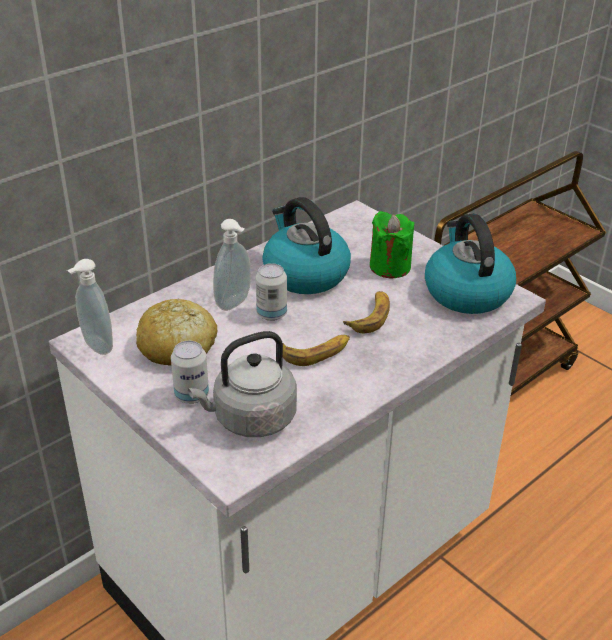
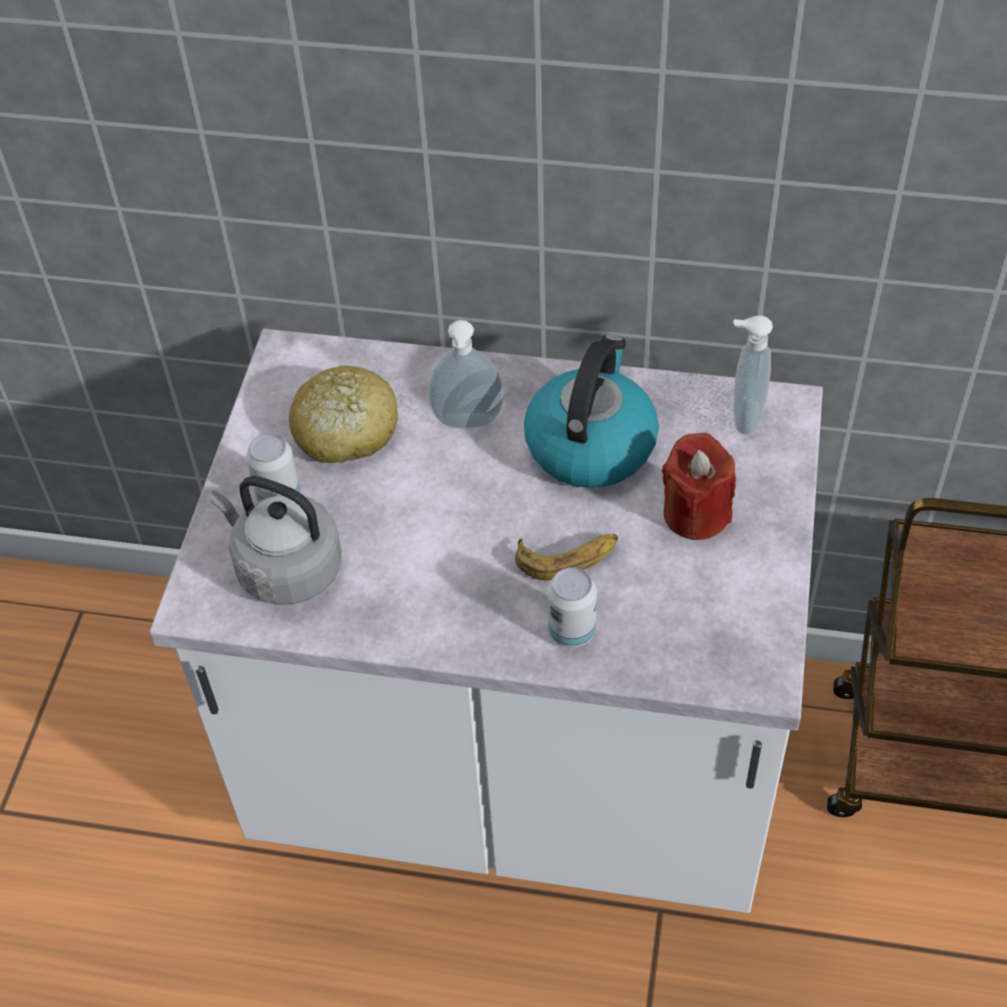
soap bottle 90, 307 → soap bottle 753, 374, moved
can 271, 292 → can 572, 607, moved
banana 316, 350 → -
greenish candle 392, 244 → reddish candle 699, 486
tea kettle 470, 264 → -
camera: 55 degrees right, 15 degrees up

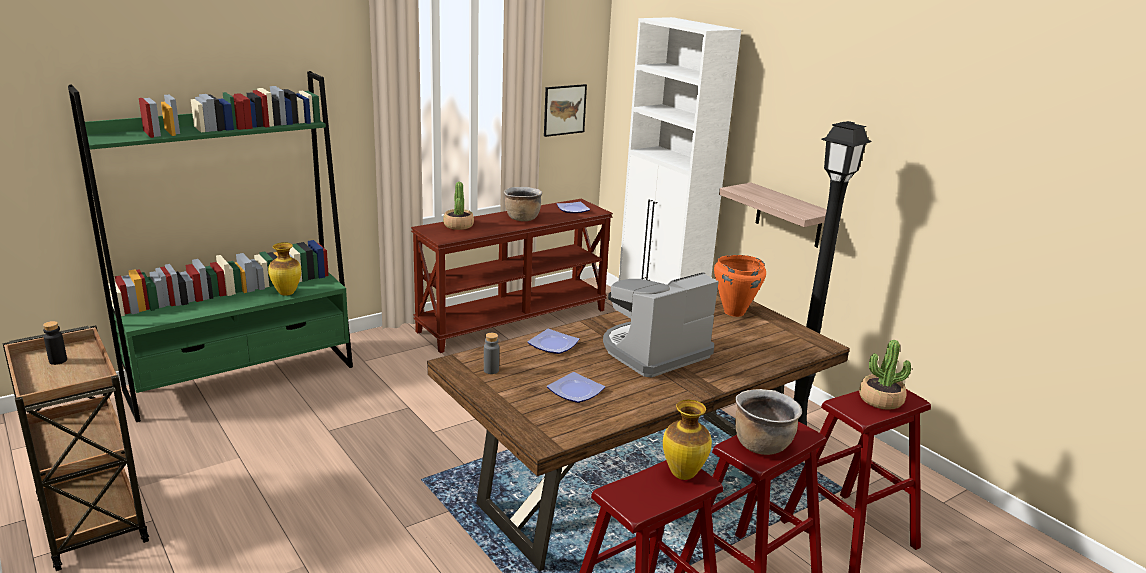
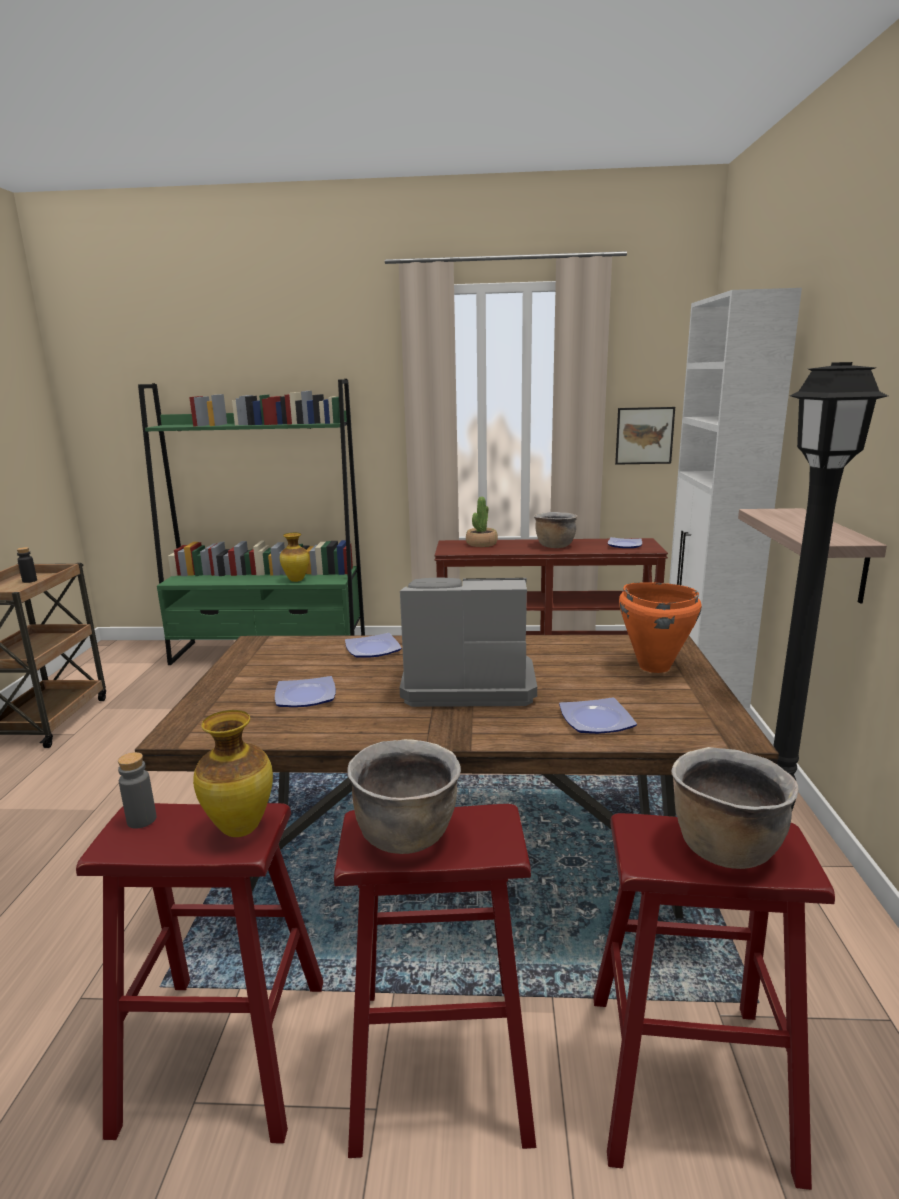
grey drink bottle 491, 353 → grey drink bottle 137, 790, moved
plant in a pot 885, 375 → brownish saucepot 735, 808
- → dinner plate 598, 715
camera: 40 degrees right, 5 degrees down

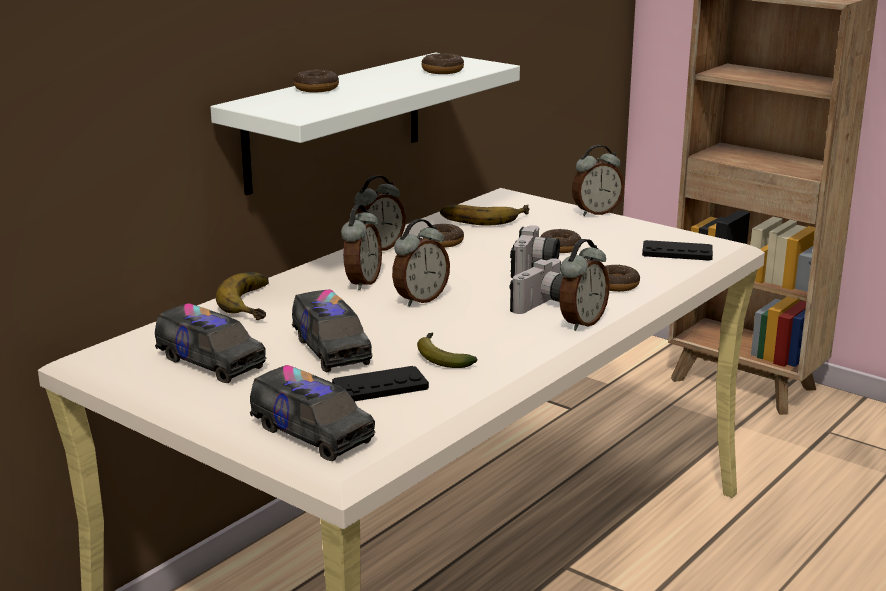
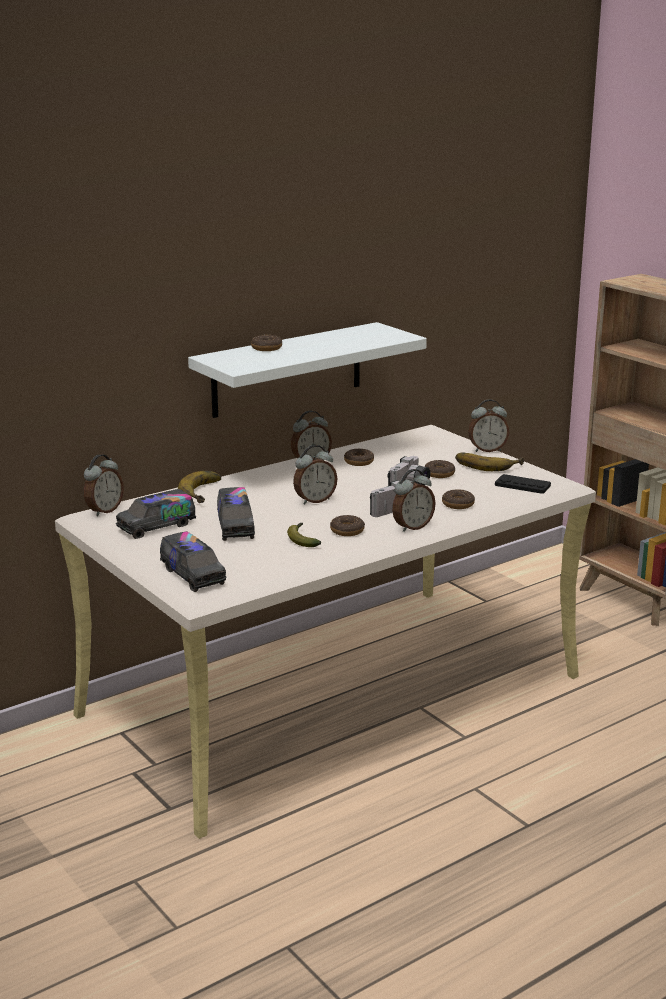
toy lorry 210, 343 → toy lorry 156, 514, 90 degrees clockwise
black-coloured gamepad 380, 384 → -
table clock 361, 247 → table clock 104, 485, moved
ring doughnut 443, 63 → ring doughnut 347, 525, moved
banana 485, 215 → banana 490, 462, moved
camera: 15 degrees right, 0 degrees up

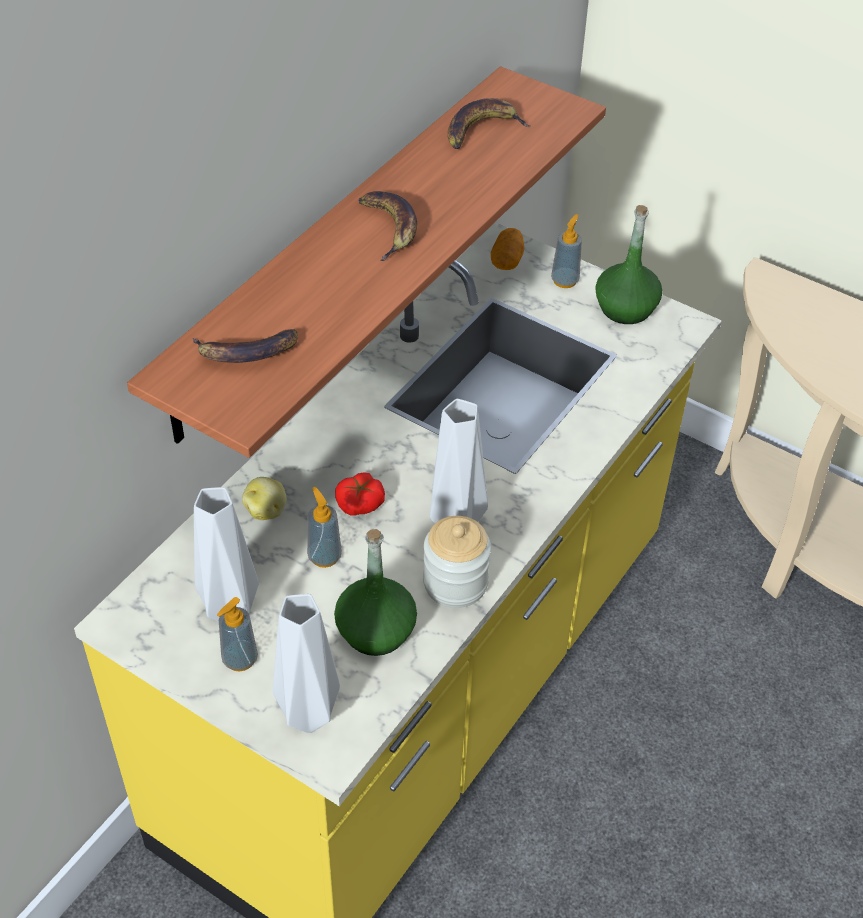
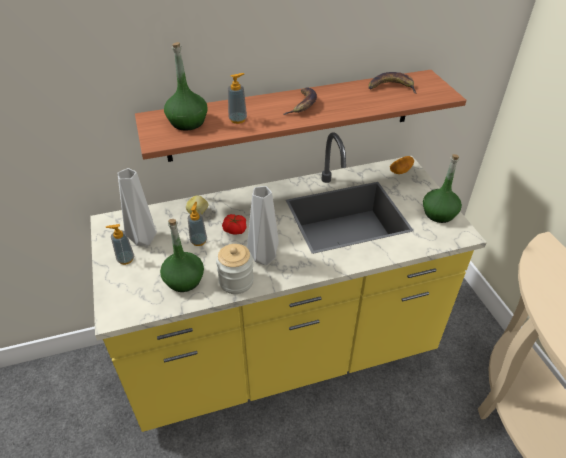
banana 245, 346 → greenish drink bottle 185, 86
grey vase 306, 663 → -
soap bottle 566, 251 → soap bottle 237, 98, moved
camera: 40 degrees right, 5 degrees down

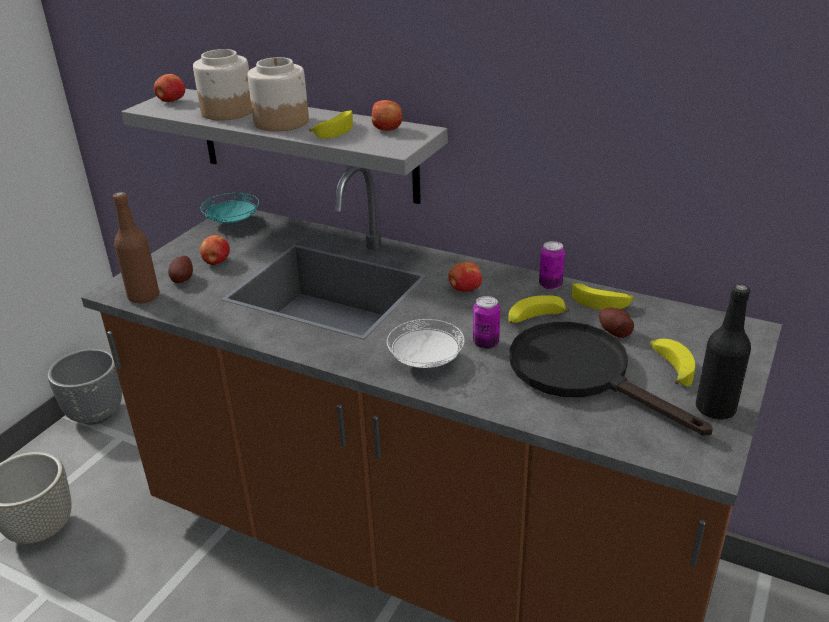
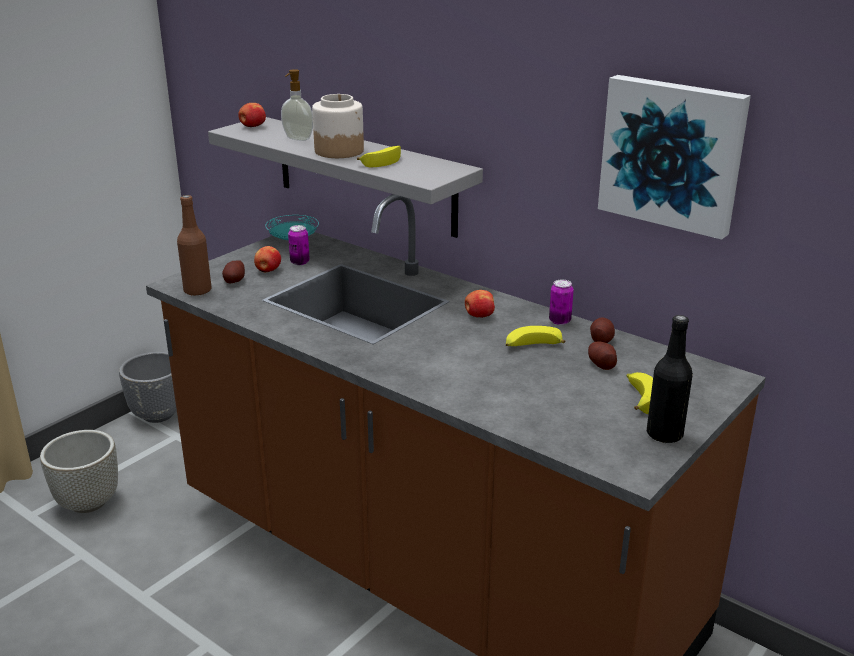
preserve jar 222, 84 → soap bottle 297, 105
apple 387, 115 → -
white-coloured dinner plate 425, 343 → -
can 486, 322 → can 299, 245, moved
black-coloured pan 611, 378 → -
banana 603, 296 → spud 602, 330
- → picture 674, 157
camera: 10 degrees right, 5 degrees down

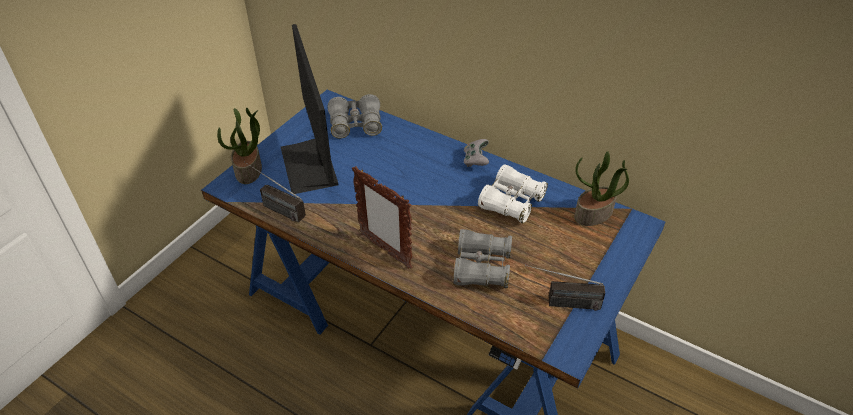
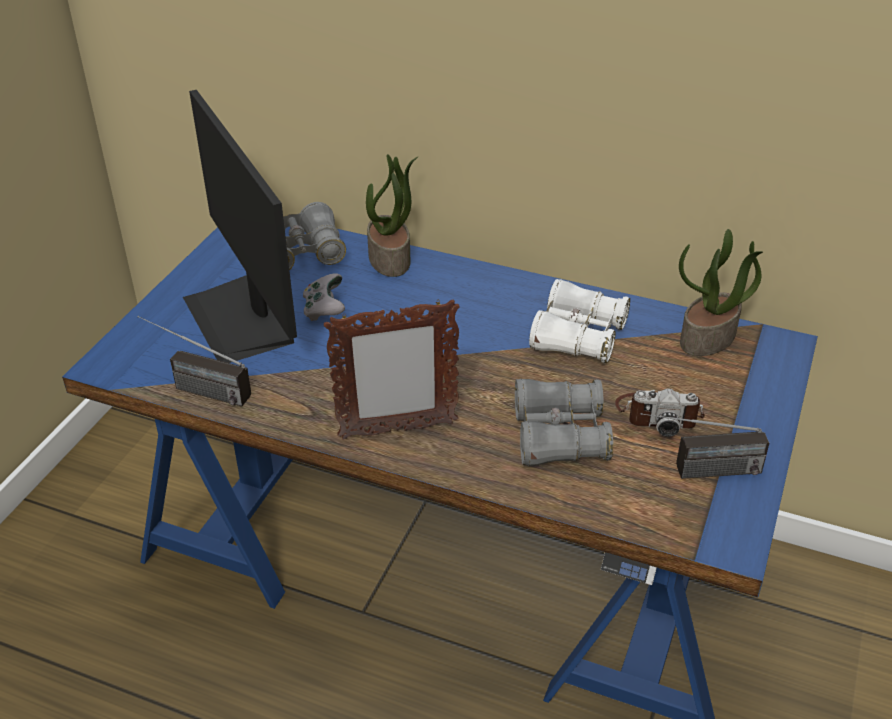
plant in a pot 239, 146 → plant in a pot 392, 215, moved
standing frame 382, 217 → standing frame 392, 370, 45 degrees counterclockwise
grey gamepad 476, 153 → grey gamepad 324, 297, moved
- → photo camera 660, 412
camera: 10 degrees left, 5 degrees down

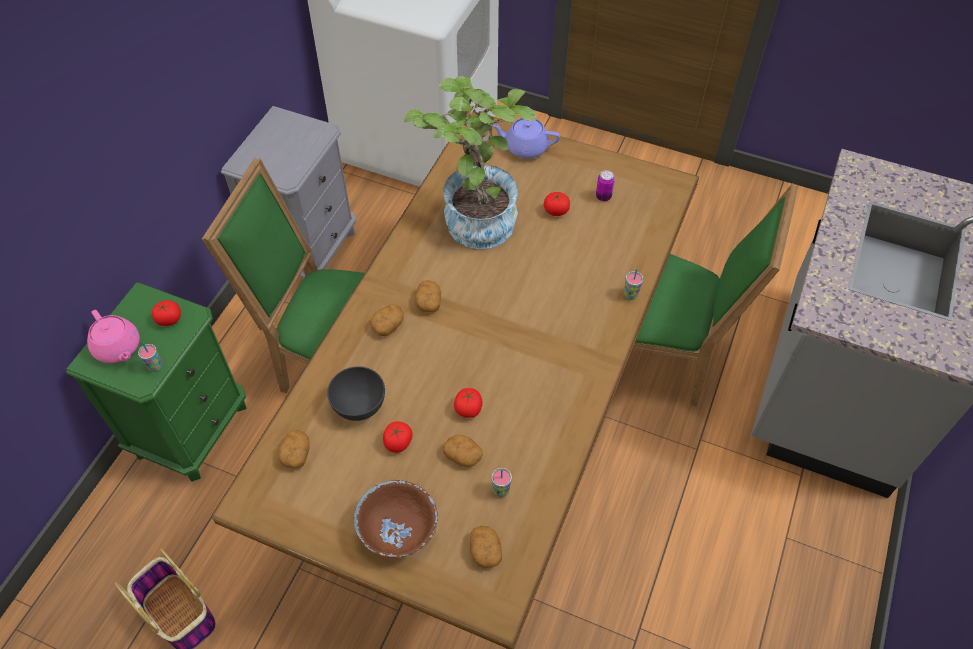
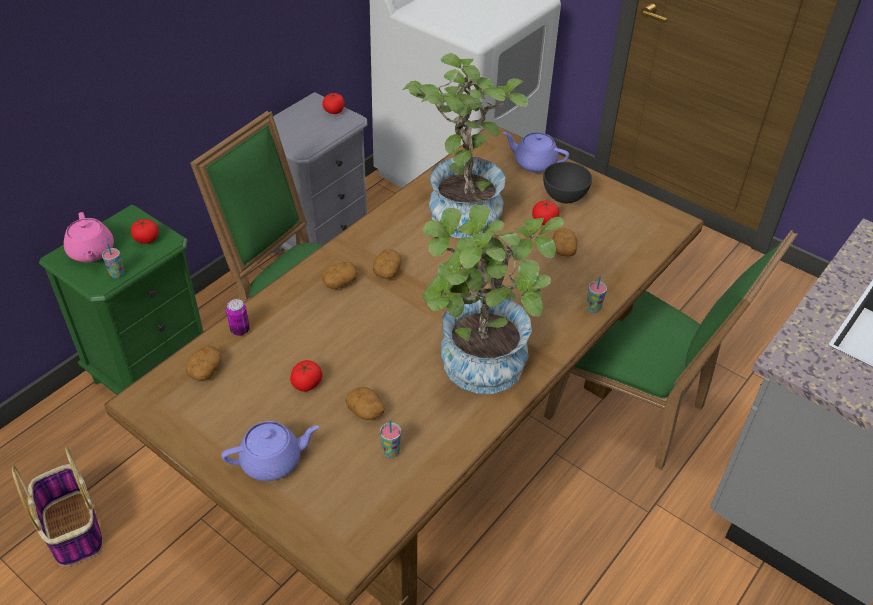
grey serving bowl 356, 393 → grey serving bowl 567, 182, moved
brownish serving bowl 396, 518 → purple-coloured pot for tea 270, 451
whole tomato 468, 403 → whole tomato 333, 103, moved
spud 486, 547 → spud 564, 242, moved
can 605, 185 → can 238, 317, moved
- → plant in a pot 493, 299
camera: 15 degrees right, 10 degrees down

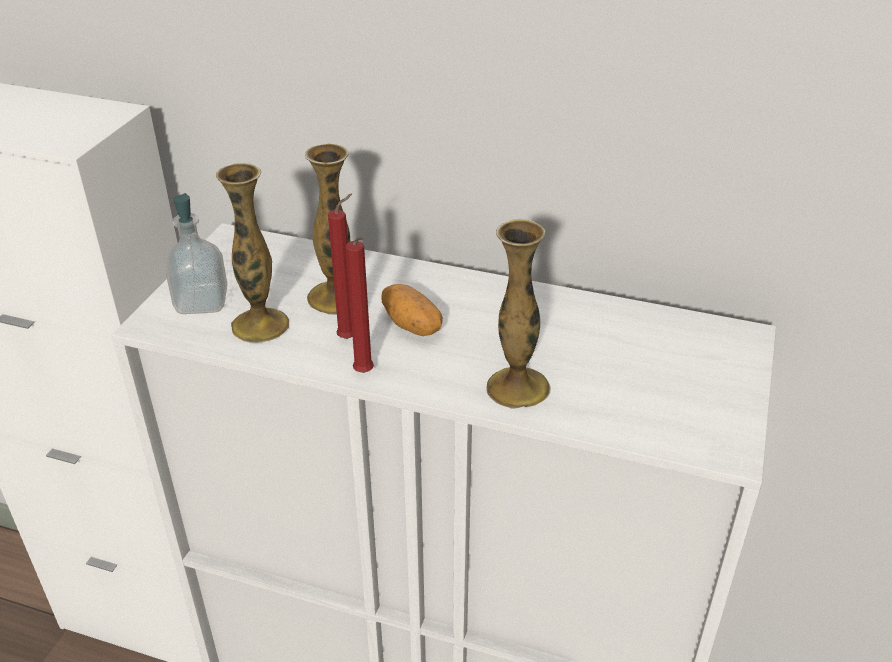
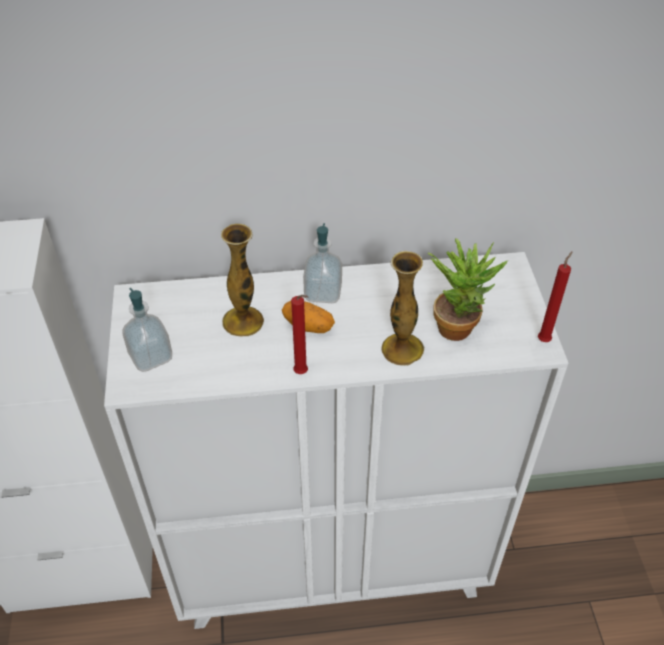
vase 252, 253 → -
reddish candle 340, 266 → reddish candle 555, 296, moved
- → soap bottle 322, 263
- → plant in a pot 468, 289
camera: 25 degrees left, 10 degrees up

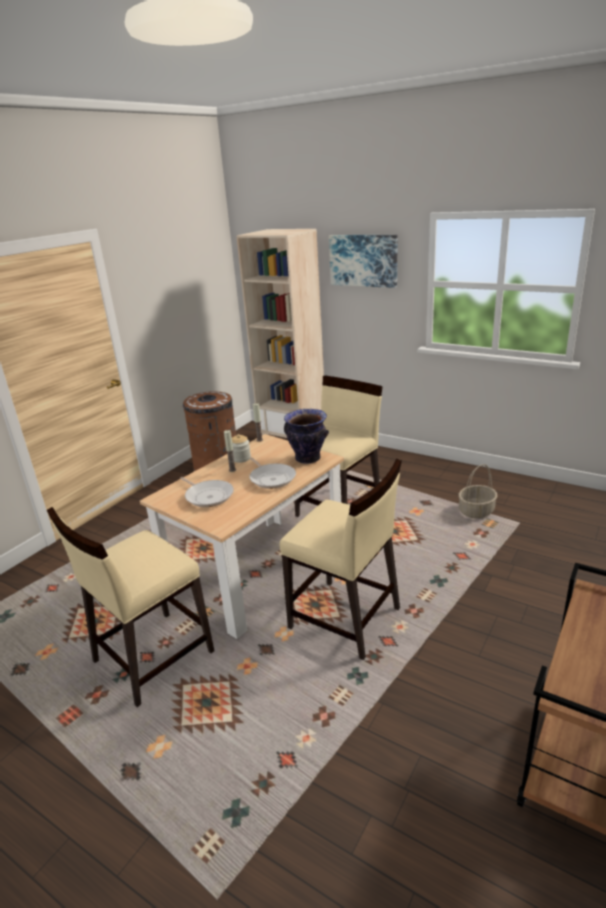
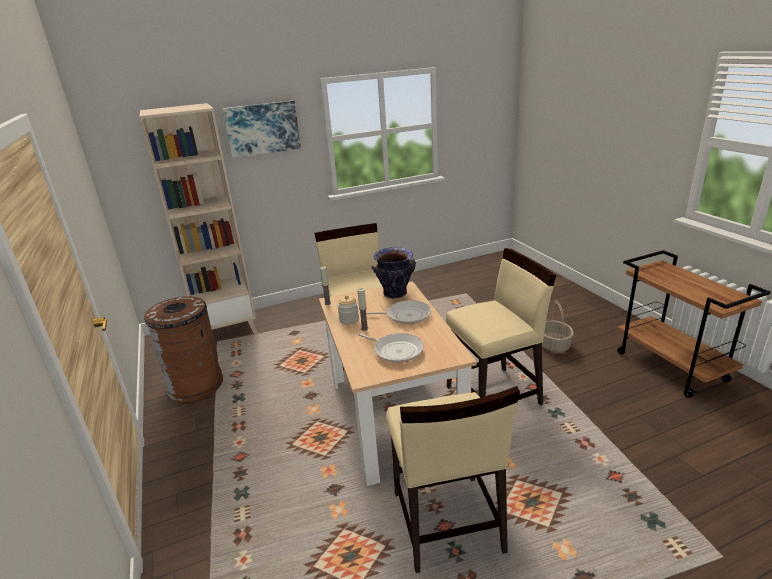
pan 207, 492 → pan 390, 348, 45 degrees clockwise
storage basket 477, 491 → storage basket 558, 327, moved
camera: 55 degrees left, 0 degrees up

